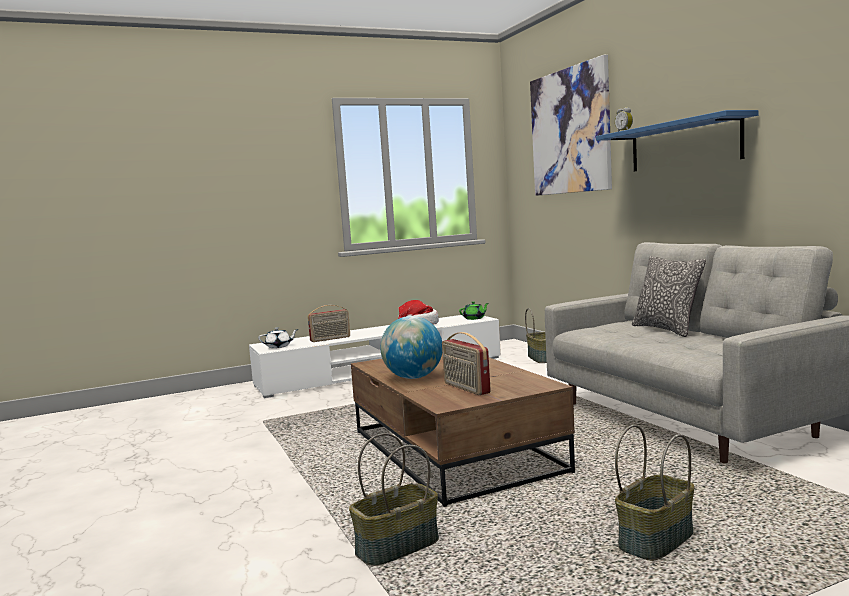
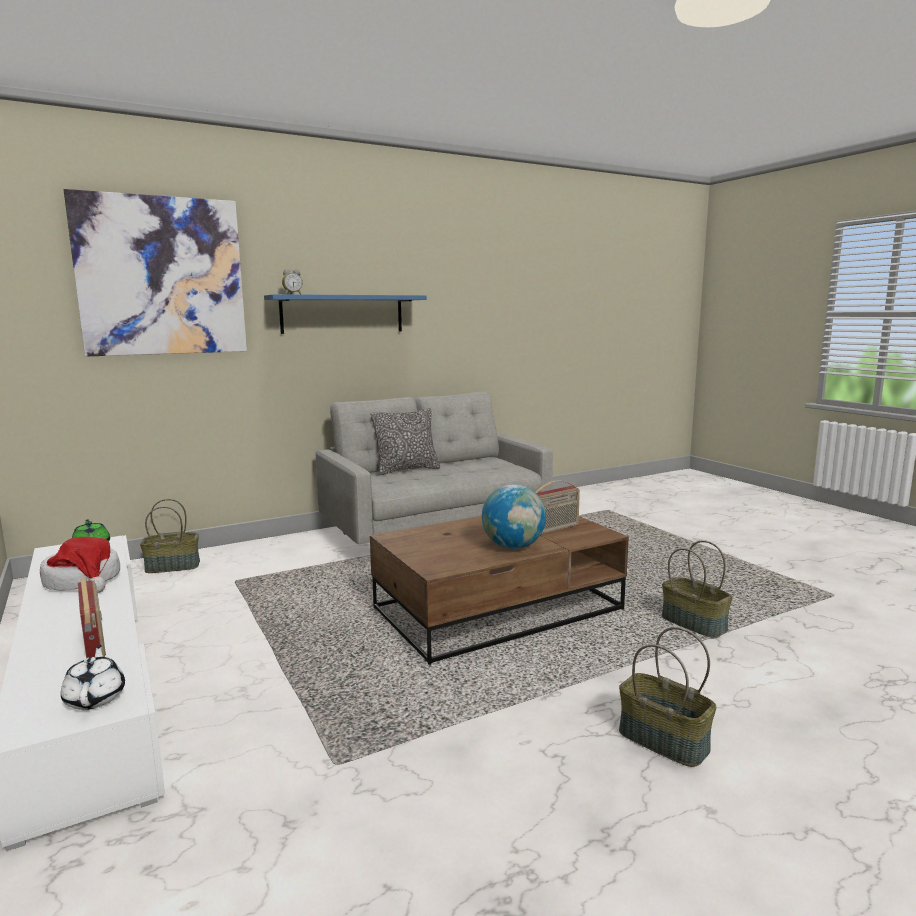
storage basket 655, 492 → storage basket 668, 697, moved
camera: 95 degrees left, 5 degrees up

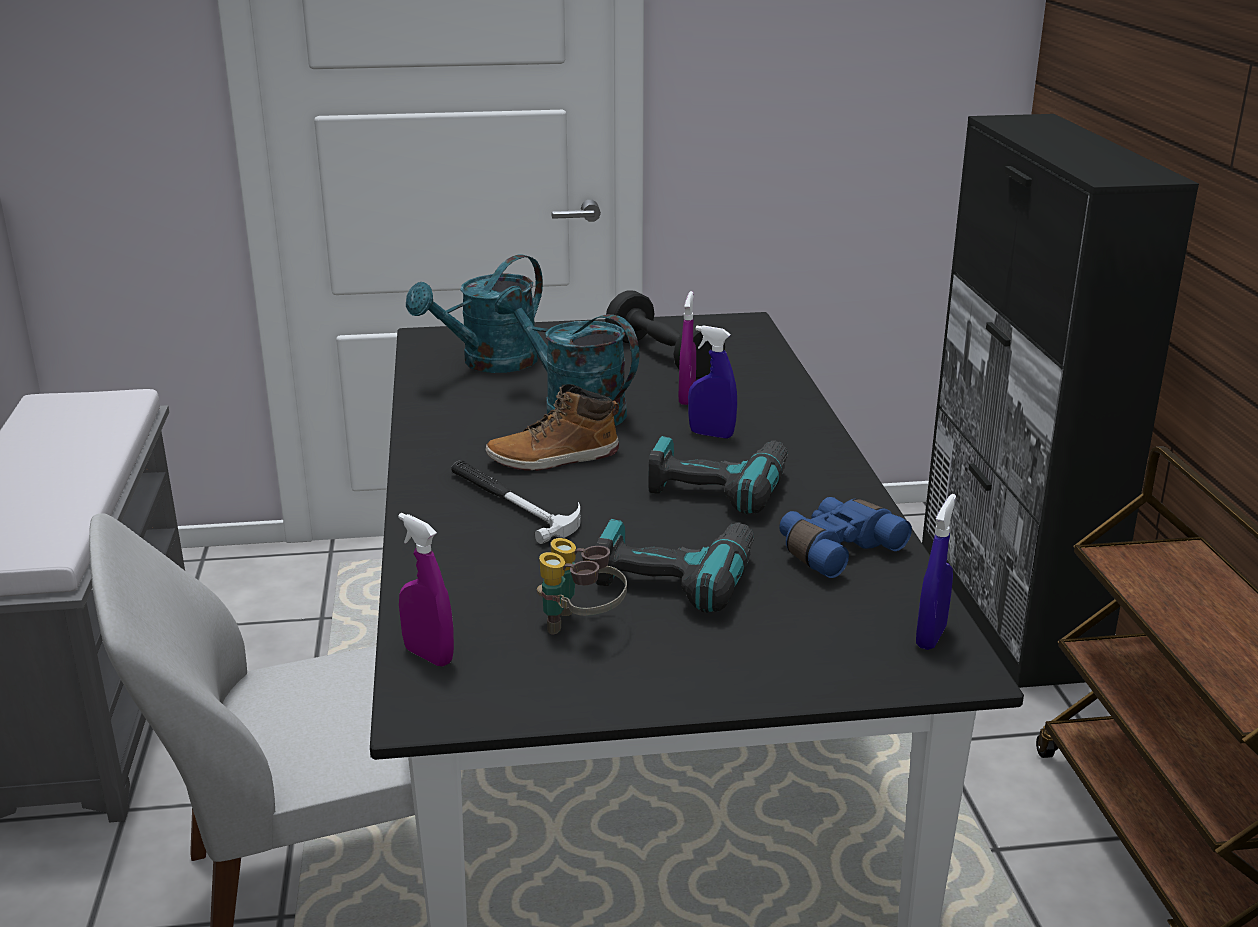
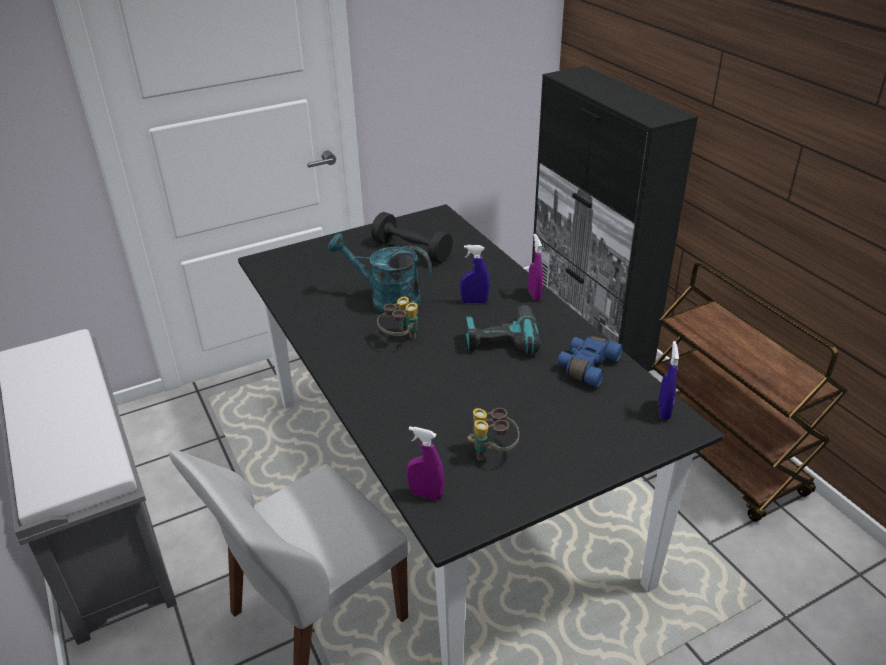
blue-green sprinkling can 474, 313 → -
tool hammer 516, 502 → -
tall boot 552, 427 → binoculars 397, 318
power drill 675, 566 → -
purple-coloured hand sprayer 687, 348 → purple-coloured hand sprayer 535, 267, moved
camera: 20 degrees left, 10 degrees up

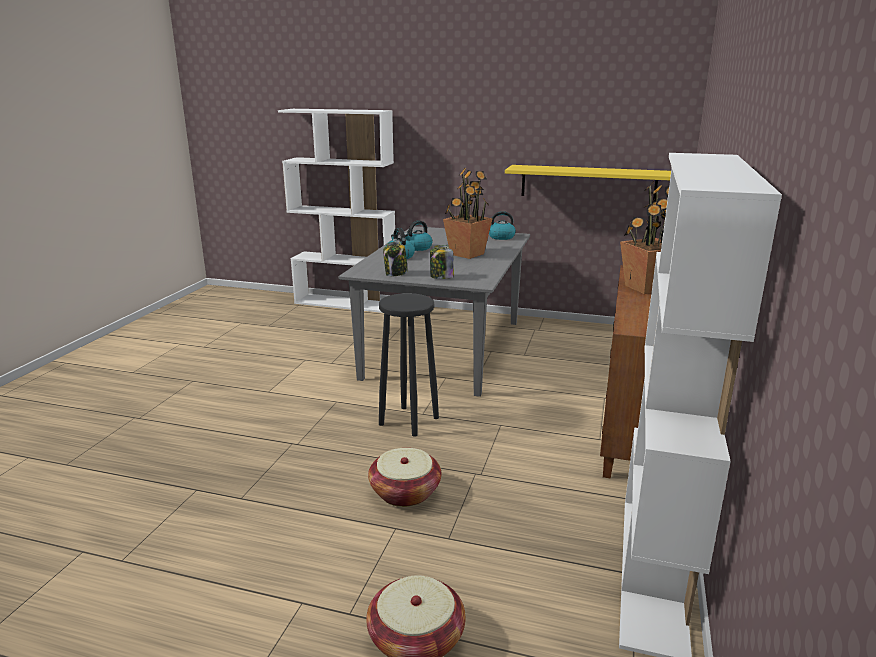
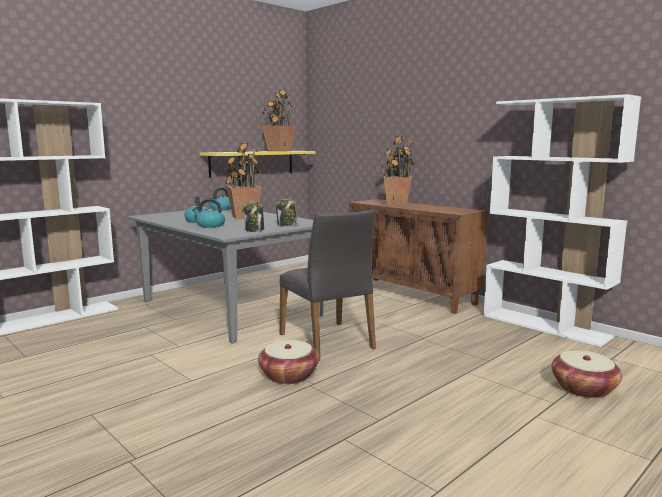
storage basket 404, 477 → storage basket 288, 362, moved
black-coloured sitting stool 409, 365 → grey chair 328, 285
- → plant in a pot 279, 121
camera: 60 degrees left, 10 degrees down

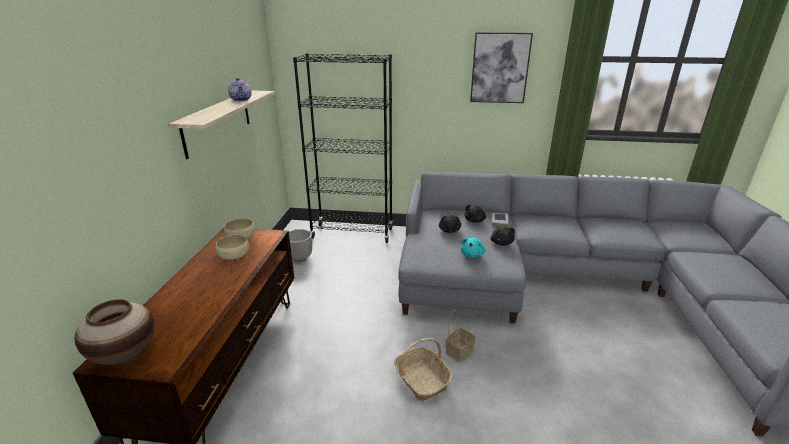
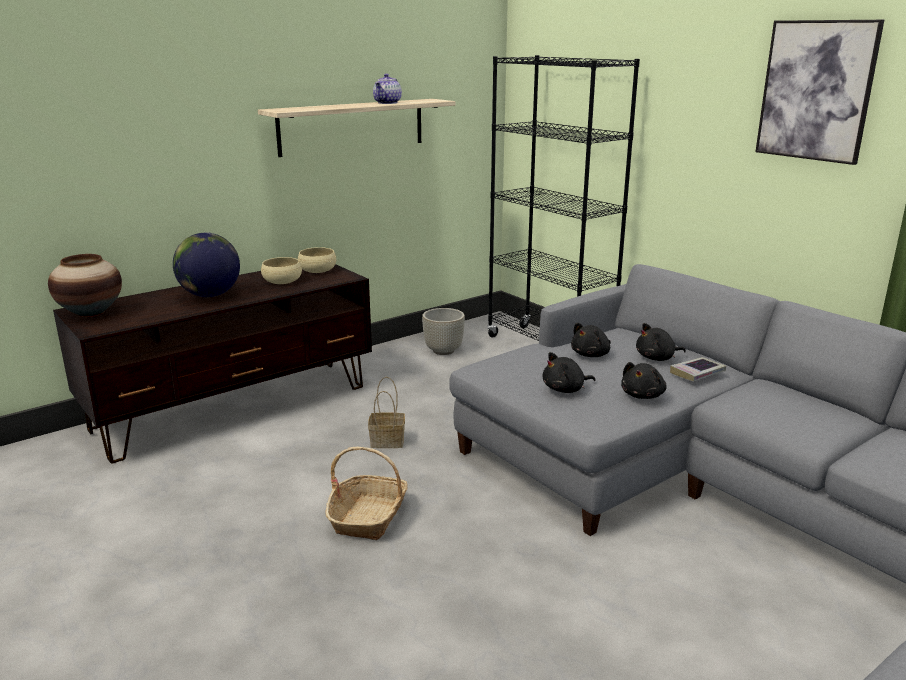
storage basket 461, 336 → storage basket 386, 412, moved
blue-green plush toy 473, 248 → black-coloured plush toy 569, 372
- → globe 206, 264
camera: 45 degrees right, 5 degrees down

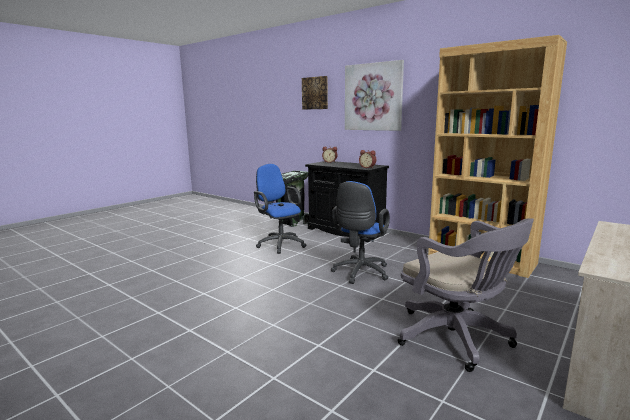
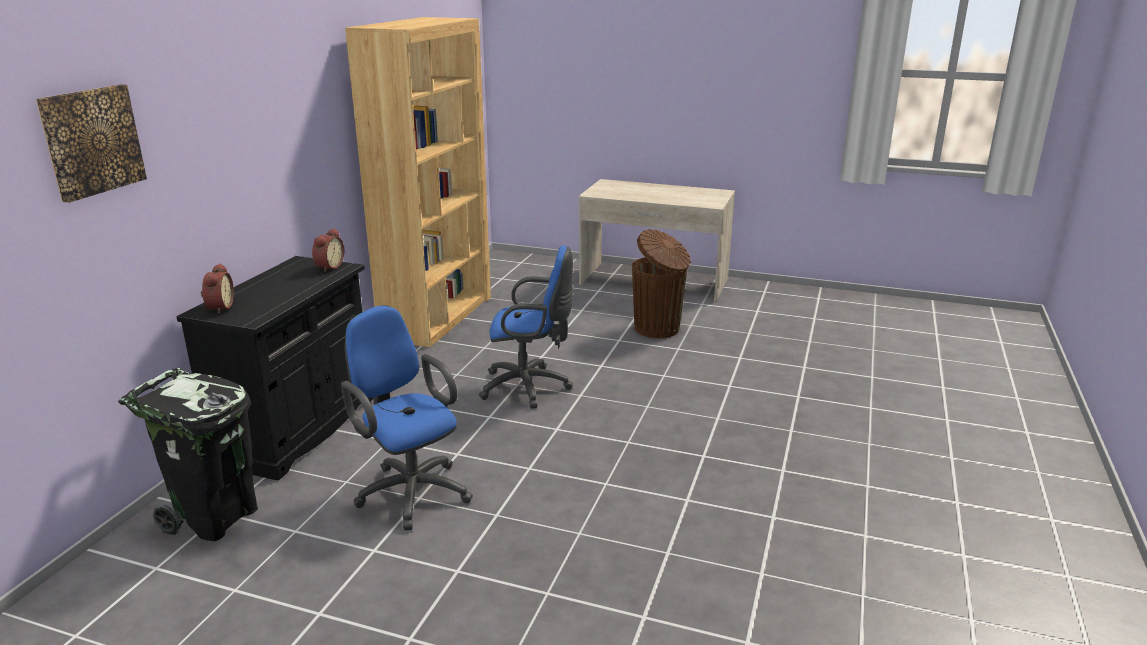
blue office chair 280, 209 → blue office chair 407, 417, 105 degrees clockwise
picture 374, 95 → -
grey office chair 466, 295 → brownish trash can 661, 283
camera: 110 degrees left, 10 degrees up

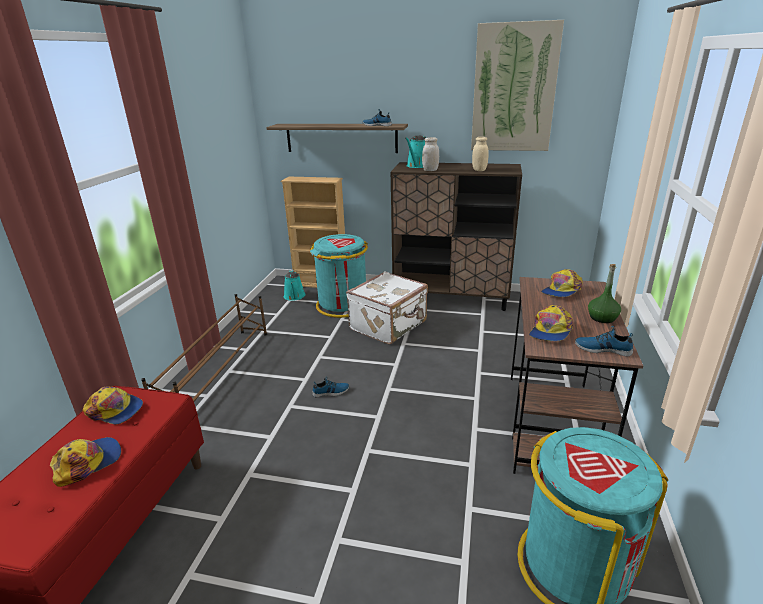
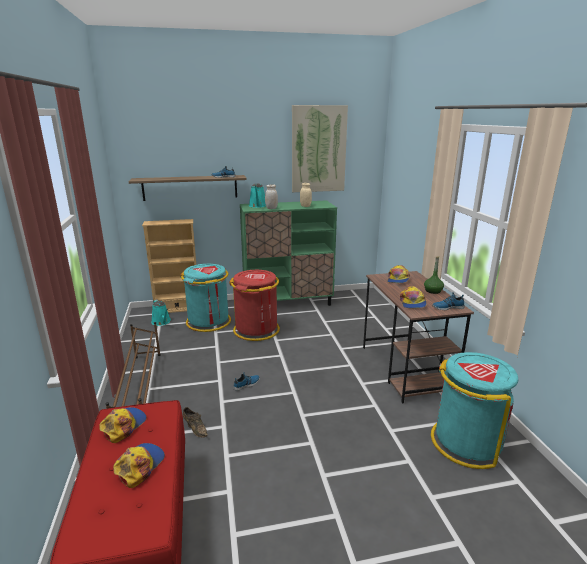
baseball cap 113, 405 → baseball cap 123, 425, 60 degrees counterclockwise
white-coloured travel case 387, 307 → reddish trash can 254, 305
brownish cupboard 456, 236 → greenish cupboard 288, 253
- → brownish shoe 195, 422
camera: 25 degrees left, 5 degrees down

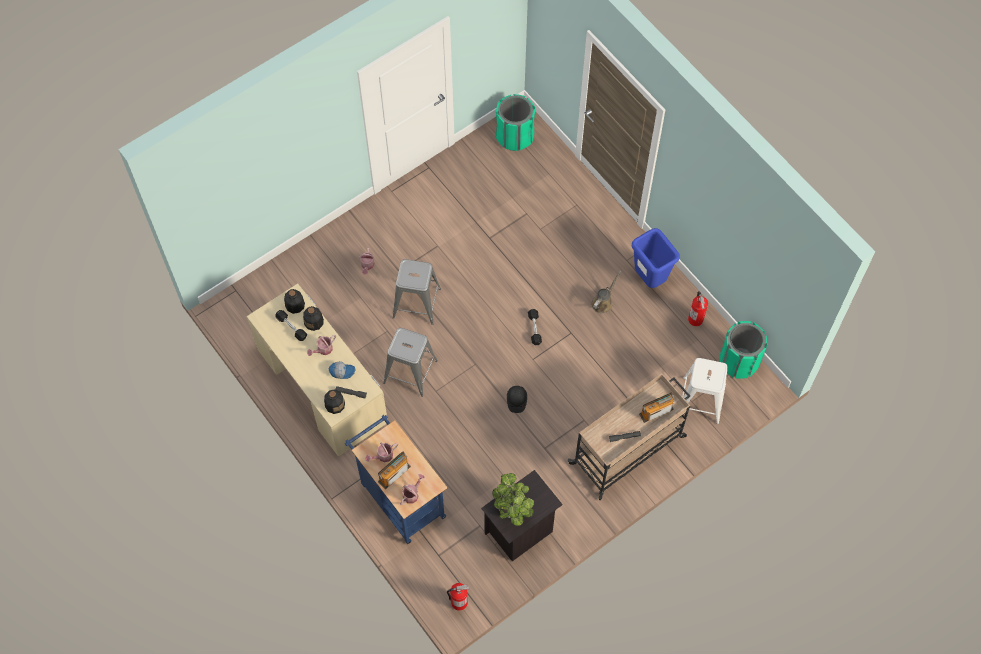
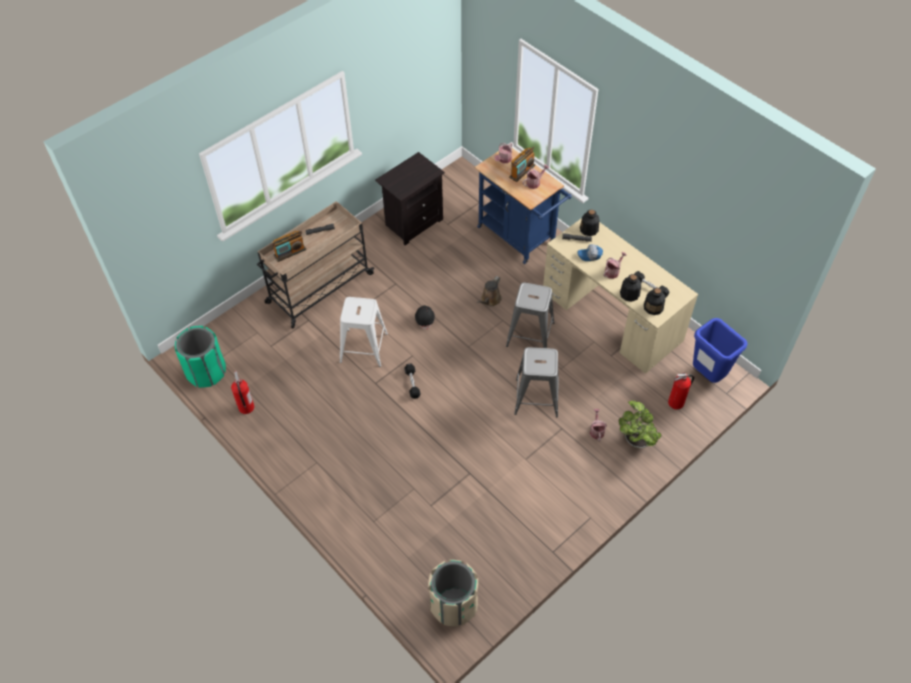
fire-fighting cylinder 458, 597 → fire-fighting cylinder 681, 391, moved
plant in a pot 513, 499 → plant in a pot 640, 424, moved
greenish trash can 516, 122 → beige trash can 453, 593
brownish sprinkling can 606, 291 → brownish sprinkling can 489, 291, moved
blue trash can 656, 258 → blue trash can 720, 350, moved
white-coloured sitting stool 705, 391 → white-coloured sitting stool 364, 332, moved
camera: 175 degrees right, 10 degrees down

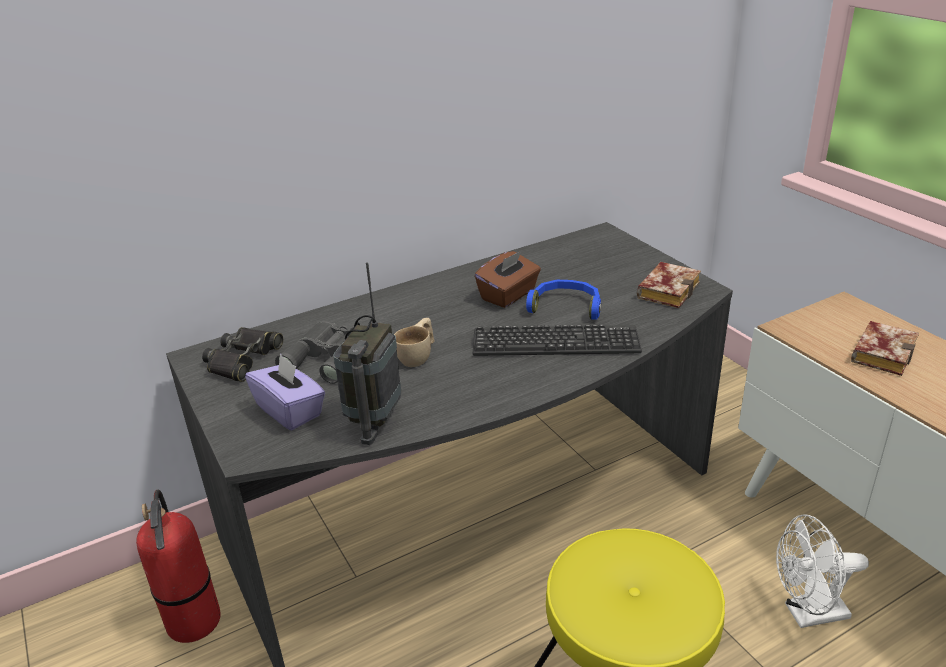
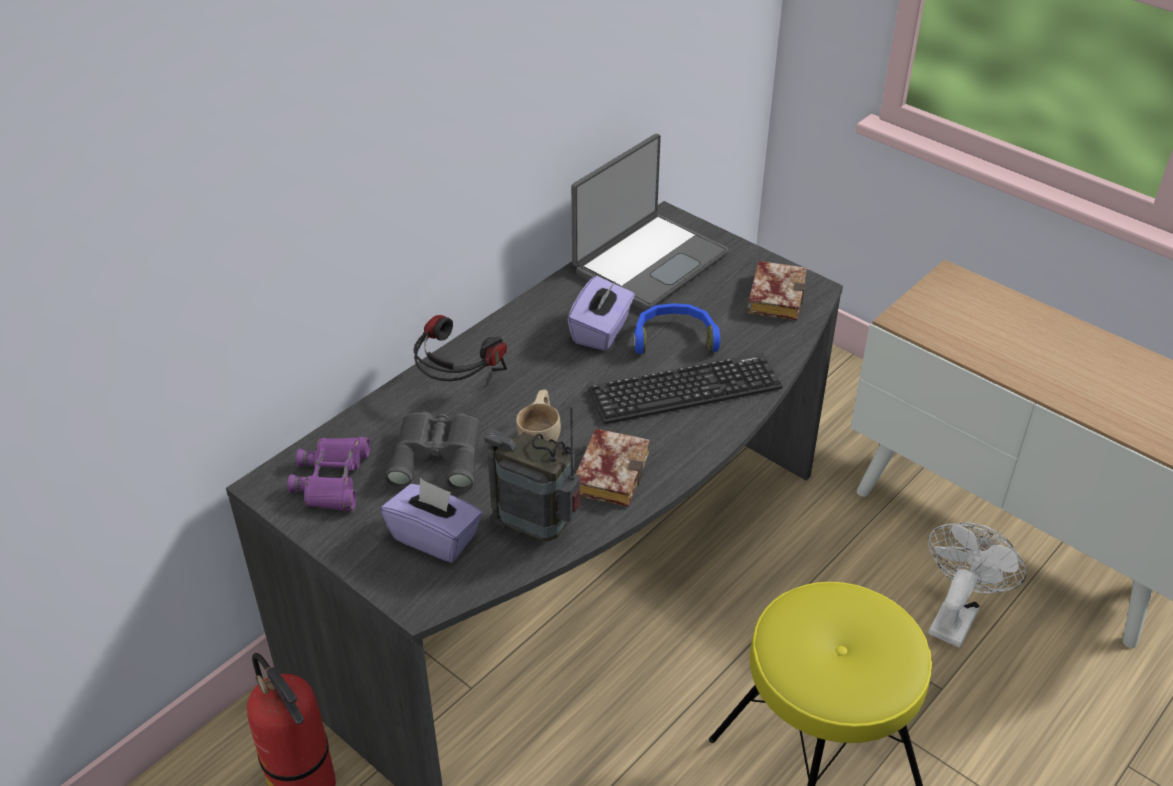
black-coloured binoculars 242, 354 → purple-coloured binoculars 329, 474
radio set 367, 353 → radio set 532, 474, 120 degrees clockwise
brownish tissue holder 508, 279 → purple-coloured tissue holder 601, 313
white-coloured fan 822, 571 → white-coloured fan 977, 584, 150 degrees clockwise
bound book 885, 348 → bound book 613, 467, moved
- → headset 460, 348
- → laptop 650, 222
camera: 20 degrees left, 10 degrees up

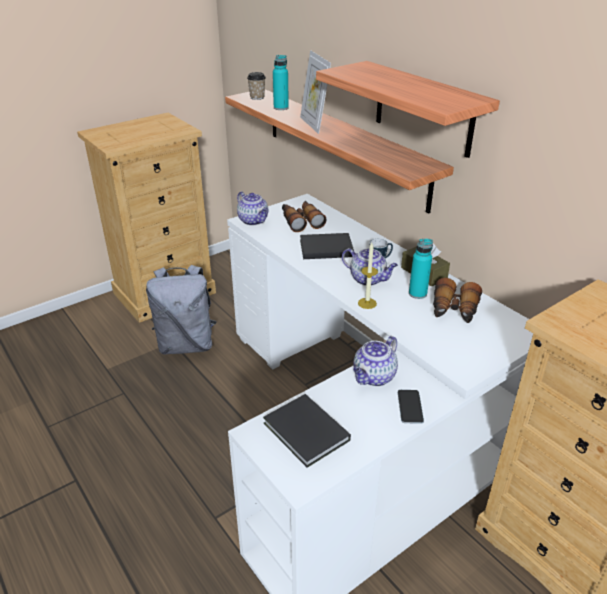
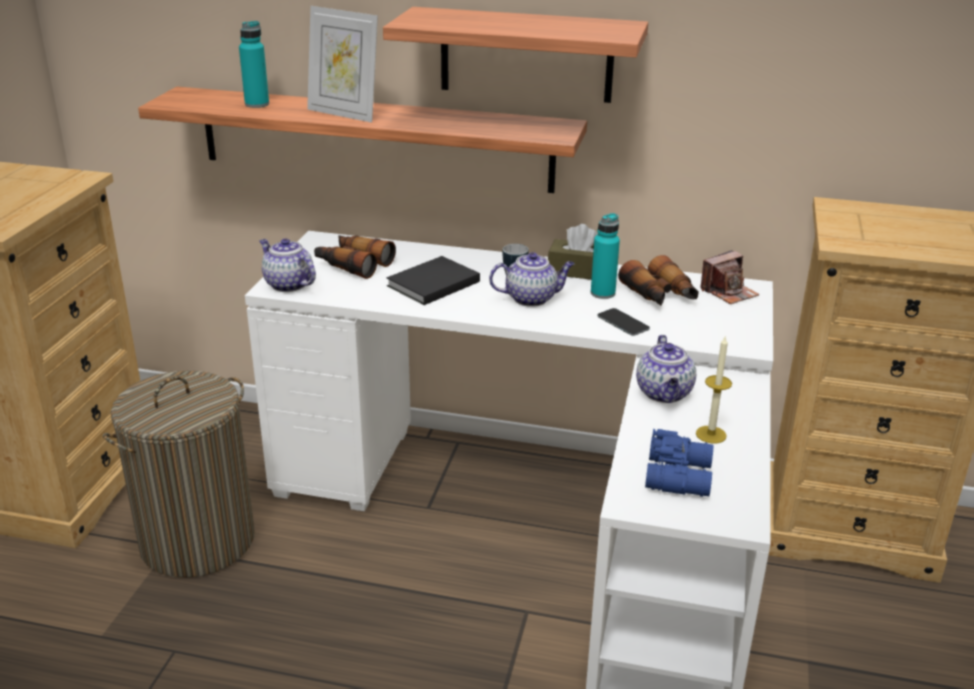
grey knapsack 181, 310 → hamper 179, 474
pot for tea 252, 208 → pot for tea 287, 265, 150 degrees counterclockwise
cup 256, 86 → -
black-coloured bound book 307, 431 → blue binoculars 679, 463
candle 368, 276 → candle 714, 389, moved
telephone 411, 407 → telephone 624, 322, moved
- → photo camera 730, 277
camera: 40 degrees left, 5 degrees down

